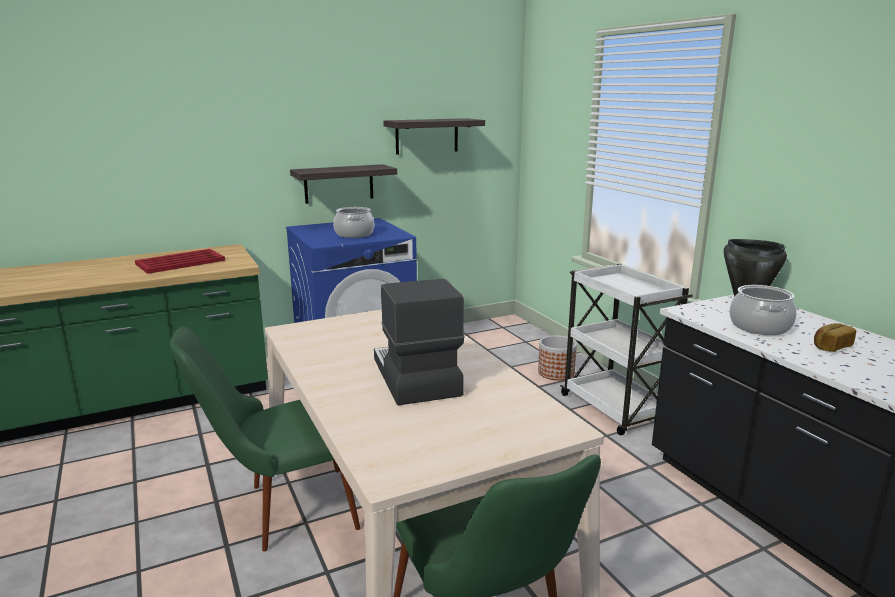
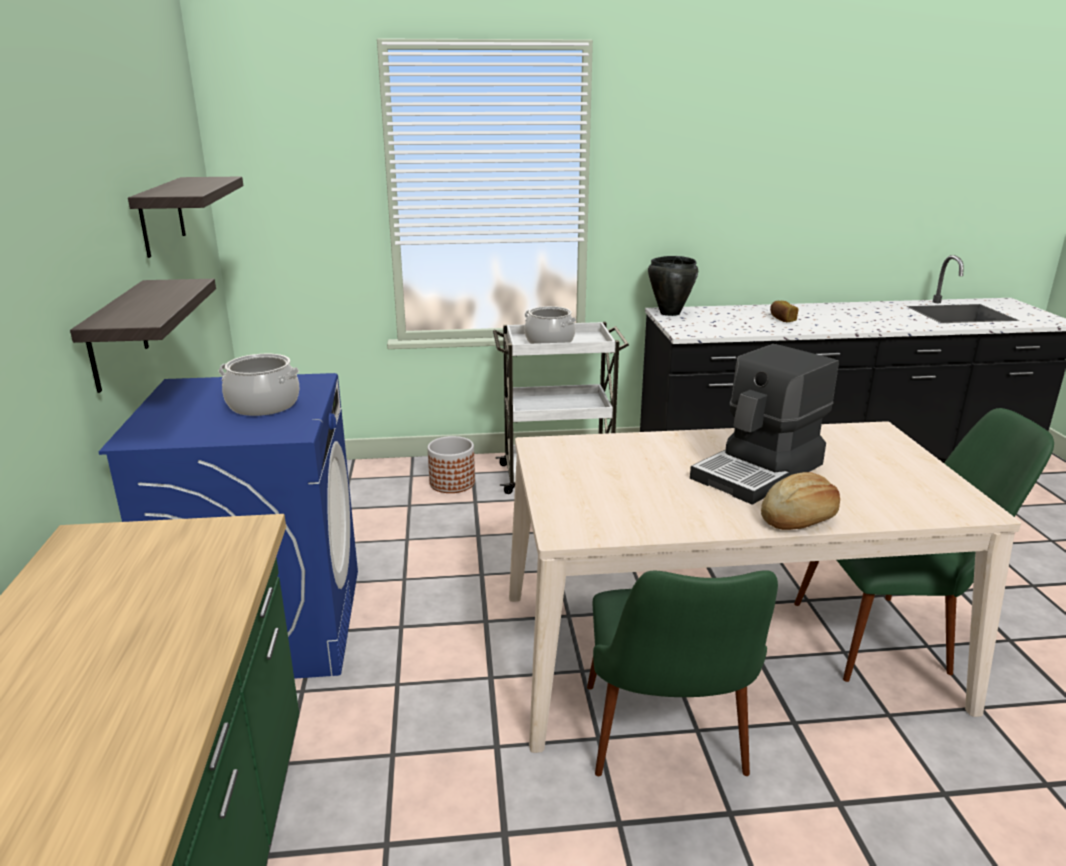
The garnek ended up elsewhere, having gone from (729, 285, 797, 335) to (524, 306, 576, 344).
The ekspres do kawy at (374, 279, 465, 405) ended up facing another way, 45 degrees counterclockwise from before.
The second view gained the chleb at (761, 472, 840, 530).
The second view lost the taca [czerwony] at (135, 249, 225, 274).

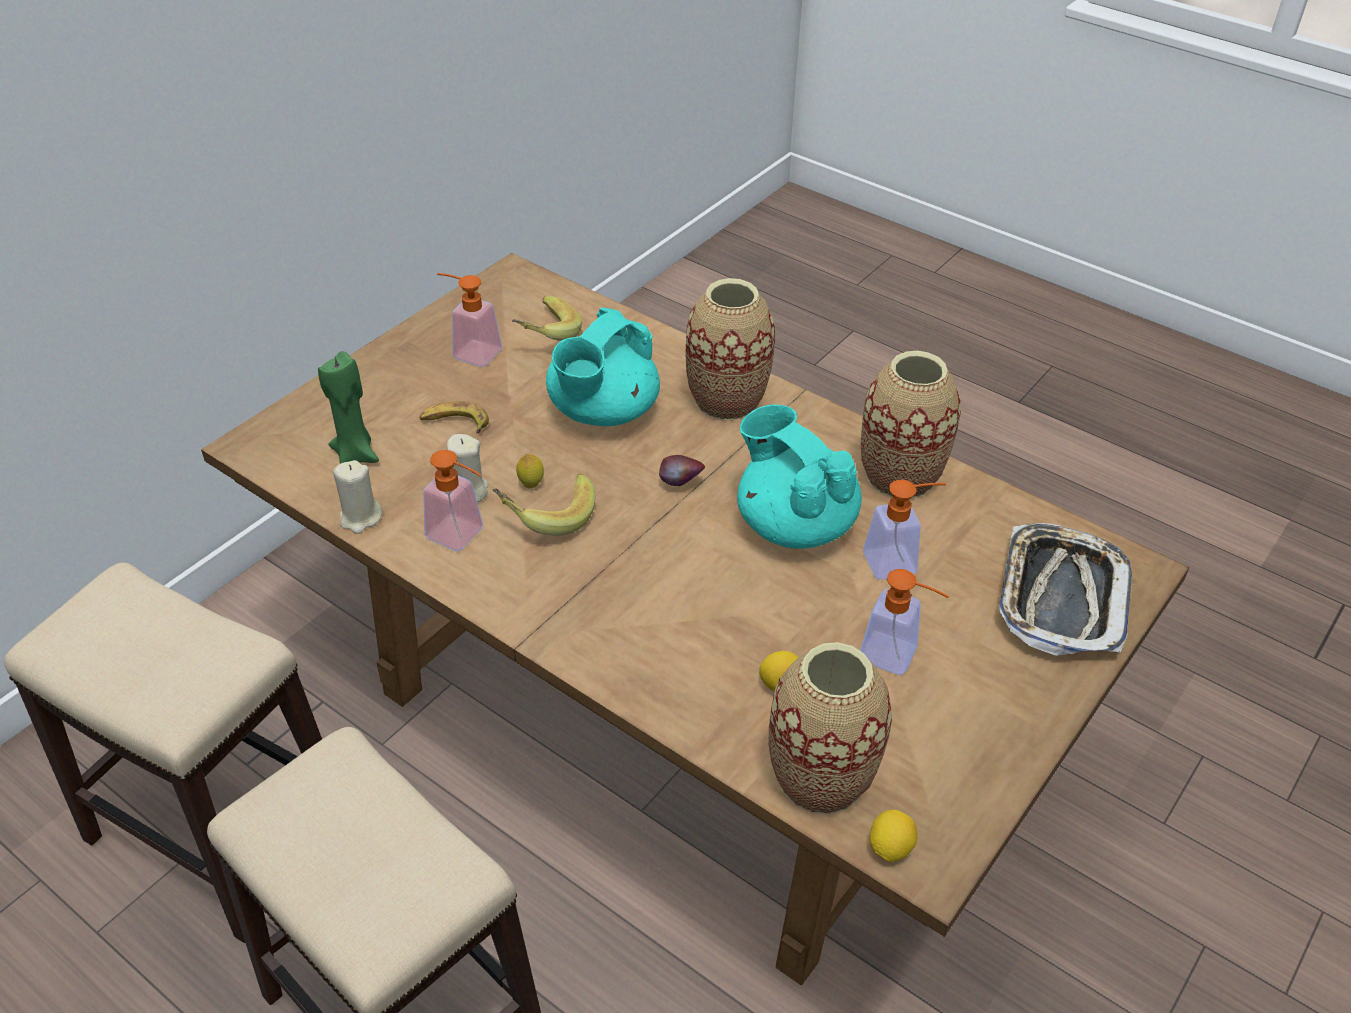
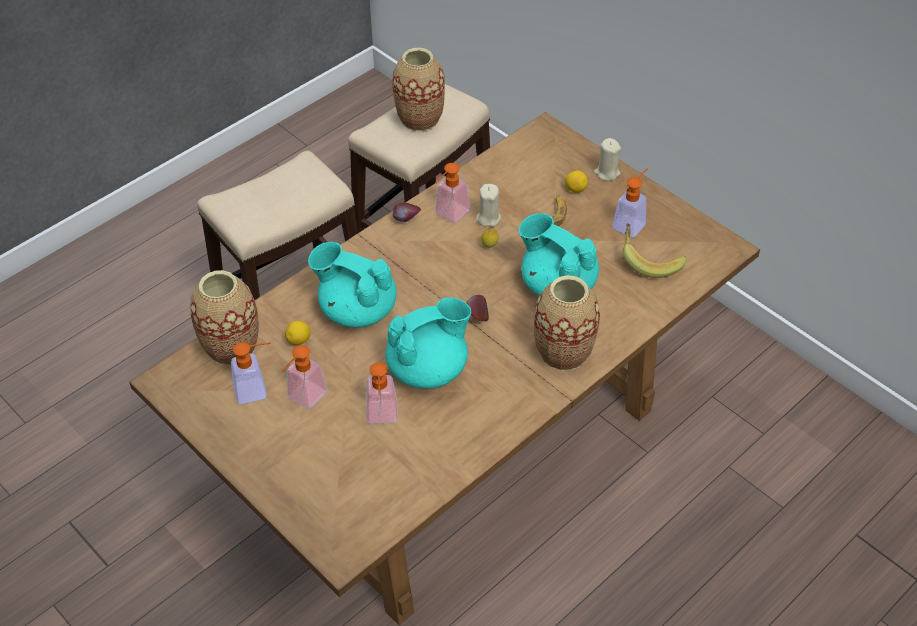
The second view gained the dozownik mydła at (231, 342, 271, 404).
The second view gained the imbryk [turkusowy] at (308, 242, 397, 328).
The wazon ended up elsewhere, having gone from (861, 351, 961, 499) to (392, 48, 445, 131).
The second view gained the jabłko at (393, 202, 421, 222).
The cytryna ended up elsewhere, having gone from (870, 810, 918, 862) to (565, 171, 588, 193).
The świeca [beżowy] ended up elsewhere, having gone from (333, 460, 382, 534) to (594, 138, 621, 181).
The second view lost the świeca [zielony] at (318, 351, 379, 464).
The second view lost the banan at (493, 474, 595, 535).
The second view lost the taca at (998, 523, 1132, 656).

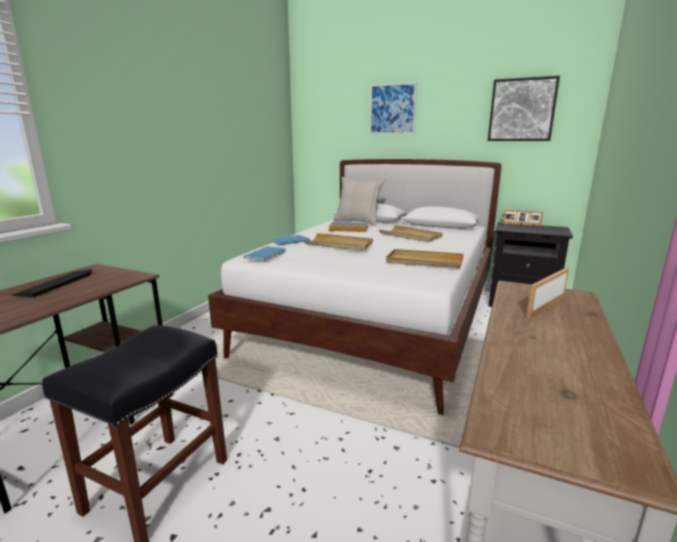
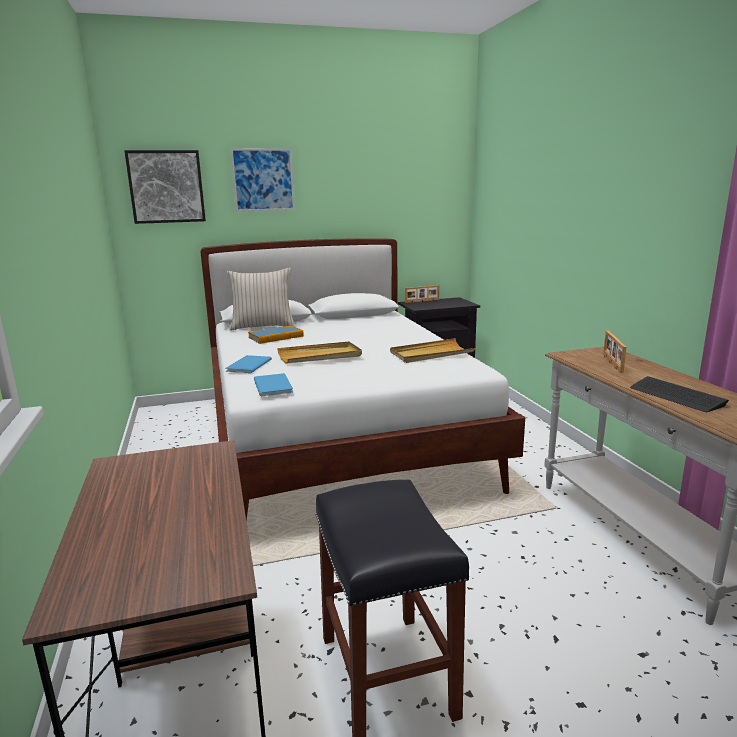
The obraz ended up elsewhere, having gone from (488, 76, 560, 141) to (124, 150, 206, 224).
The klawiatura ended up elsewhere, having gone from (11, 269, 92, 297) to (630, 376, 729, 412).
The second view lost the taca [beżowy] at (379, 225, 442, 242).

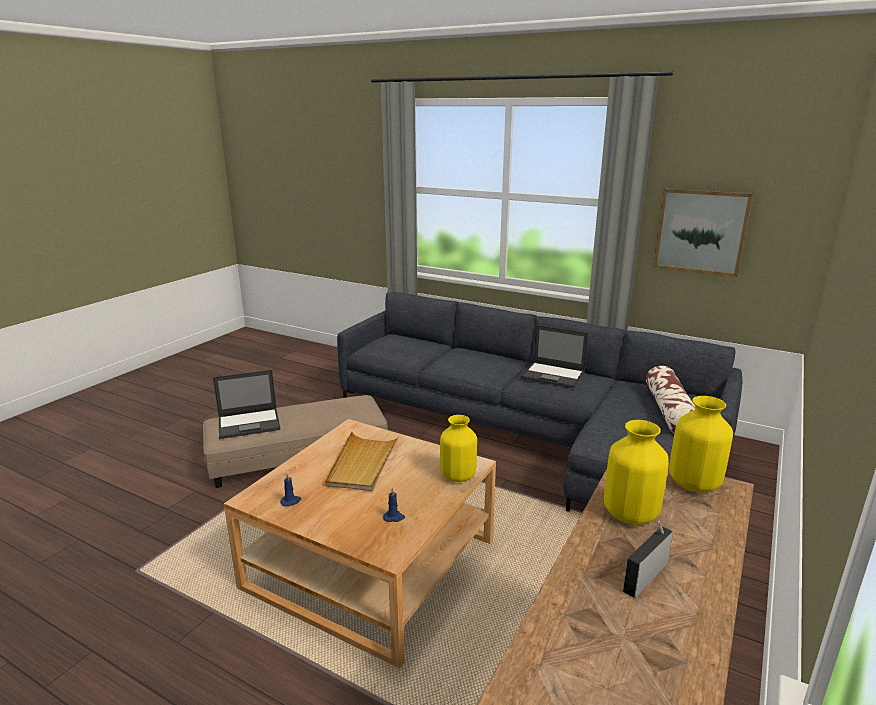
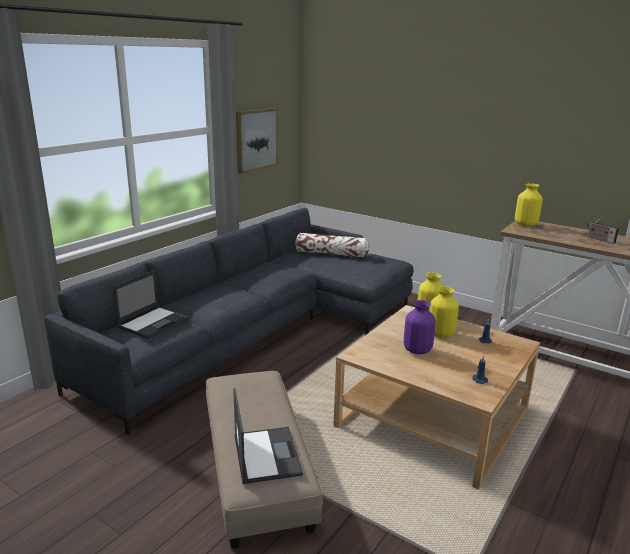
The laptop ended up elsewhere, having gone from (521, 325, 588, 388) to (113, 270, 188, 339).
Where the taca [beżowy] stood at (325, 431, 399, 491), the wazon [fioletowy] came to stand at (404, 300, 436, 354).
The wazon [żółty] ended up elsewhere, having gone from (604, 420, 669, 525) to (429, 287, 459, 338).

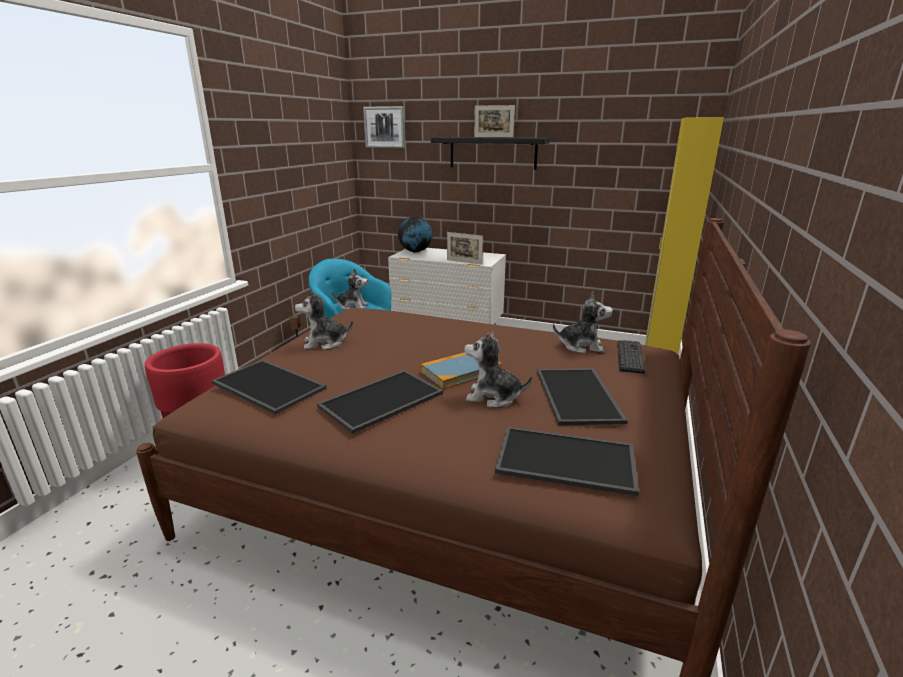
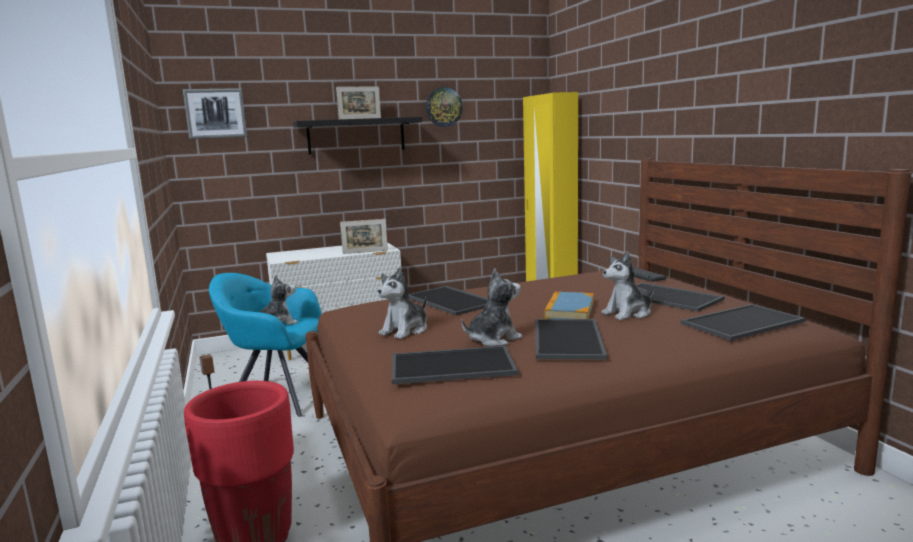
The second view gained the taca at (408, 286, 488, 316).
The second view gained the zegar ścienny at (426, 87, 463, 127).
The pluszak ended up elsewhere, having gone from (553, 291, 613, 354) to (461, 268, 523, 347).
The second view lost the globus at (398, 217, 433, 253).

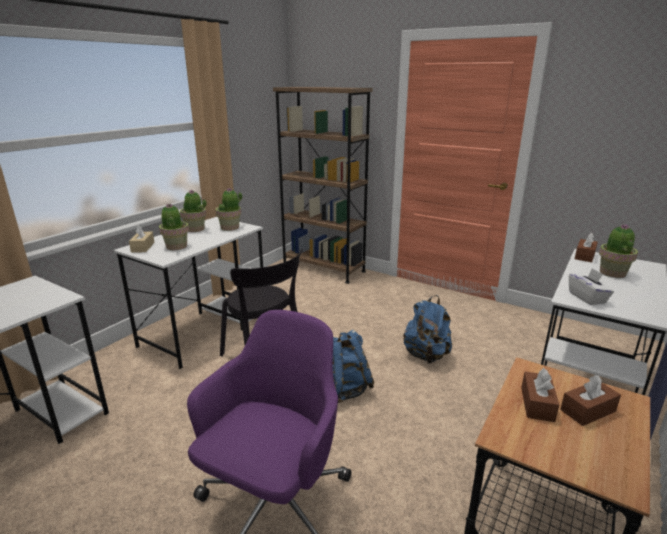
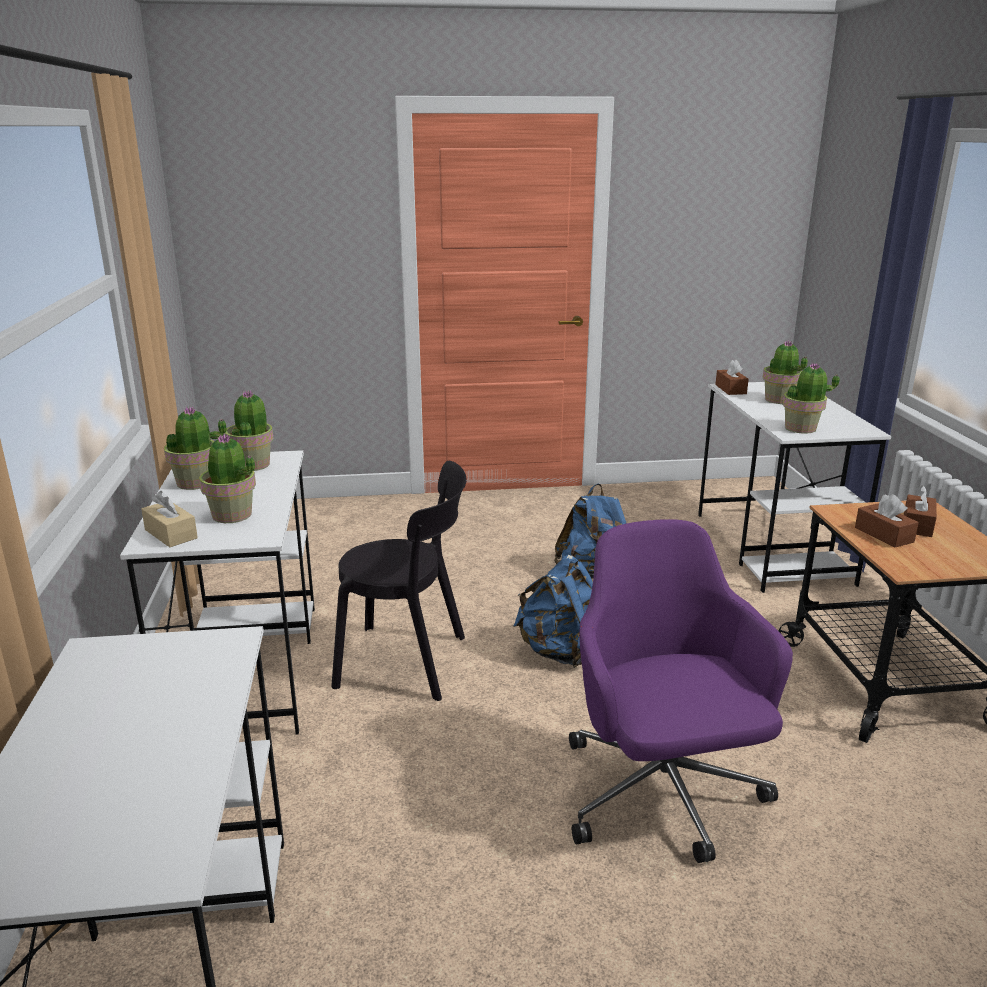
Where the pudełko chusteczek [biały] stood at (569, 268, 614, 305), the roślina doniczkowa came to stand at (782, 363, 840, 434).
The second view lost the regał [brązowy] at (273, 87, 373, 284).

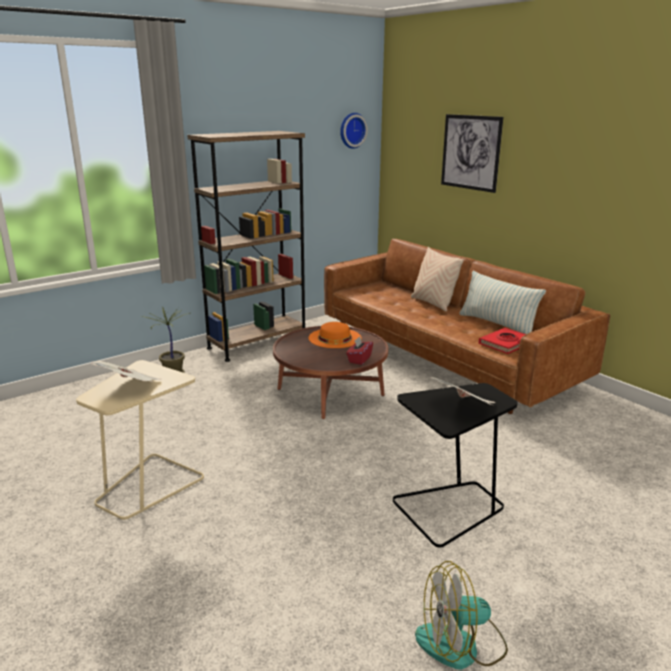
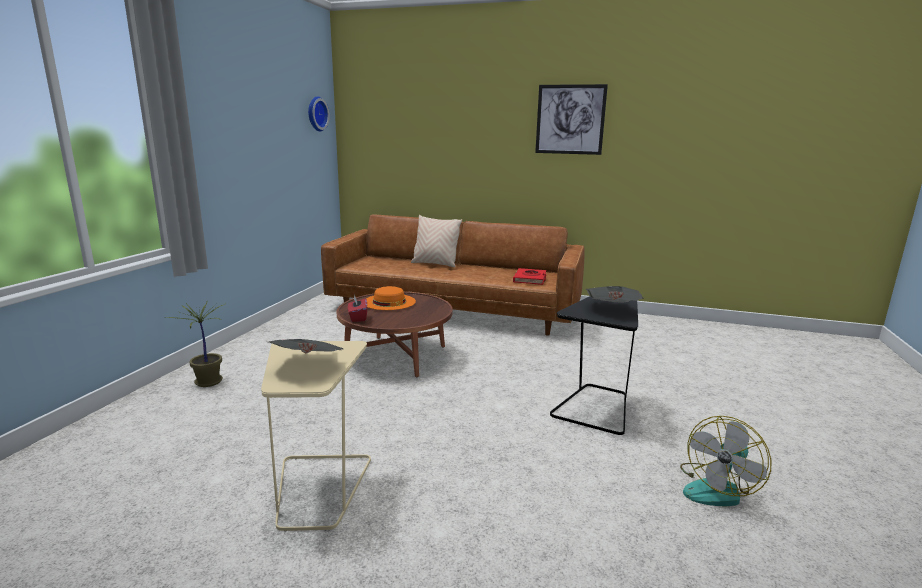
The pudełko chusteczek [czerwony] ended up elsewhere, having gone from (346, 337, 373, 365) to (348, 295, 367, 322).
The obraz ended up elsewhere, having gone from (441, 114, 503, 193) to (535, 84, 608, 155).
The second view lost the regał [brązowy] at (187, 131, 305, 362).
The second view lost the poduszka at (459, 271, 546, 334).

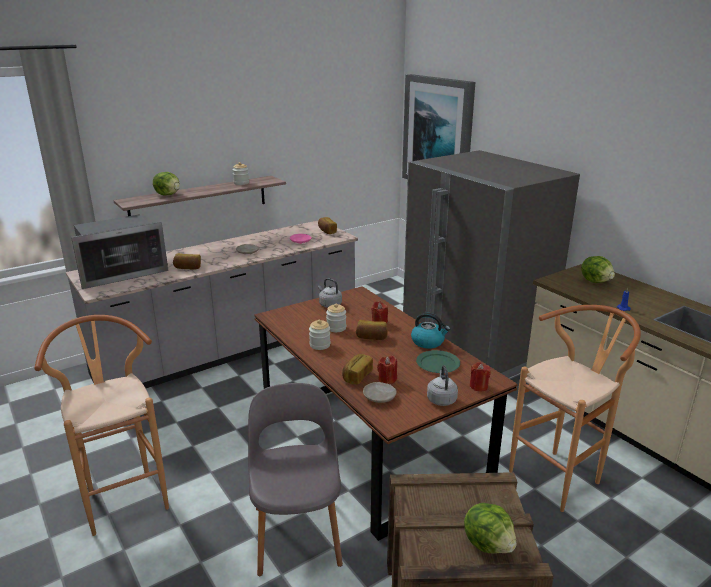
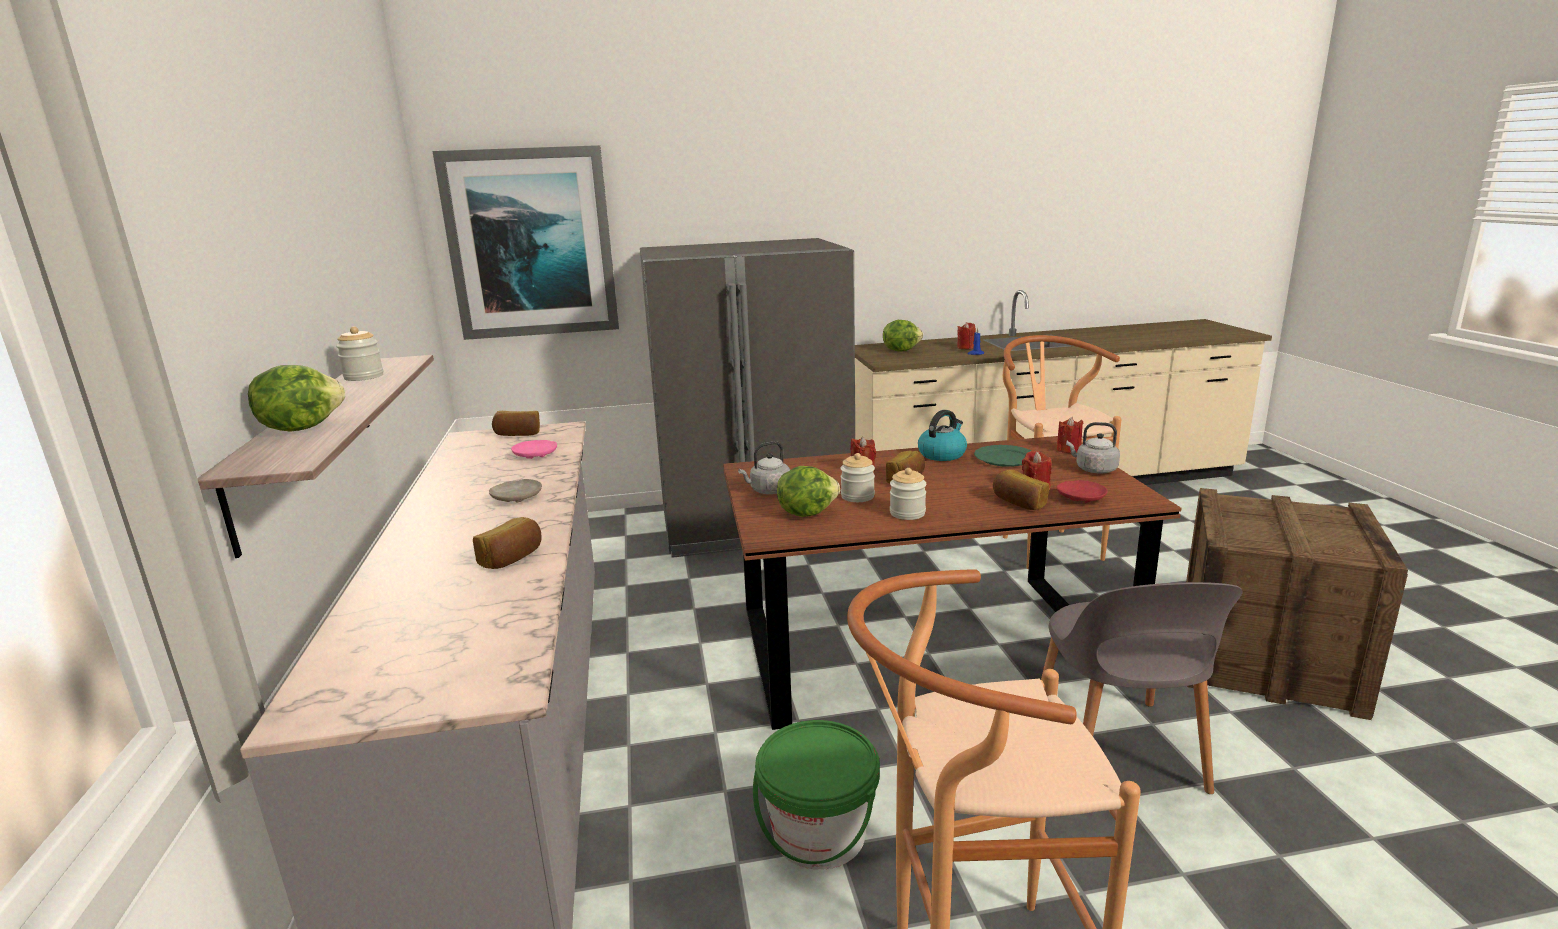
The second view gained the wiadro [zielony] at (753, 720, 880, 870).
The sałata ended up elsewhere, having gone from (464, 503, 516, 553) to (777, 466, 840, 517).
The second view gained the świeca [czerwony] at (957, 322, 976, 349).
The krzesło [szary] at (248, 383, 343, 576) ended up facing another way, 105 degrees counterclockwise from before.
What was the talerz [beżowy] at (363, 382, 397, 403) turned into the talerz [czerwony] at (1056, 480, 1107, 503).
The second view lost the mikrofalówka at (71, 215, 168, 289).

